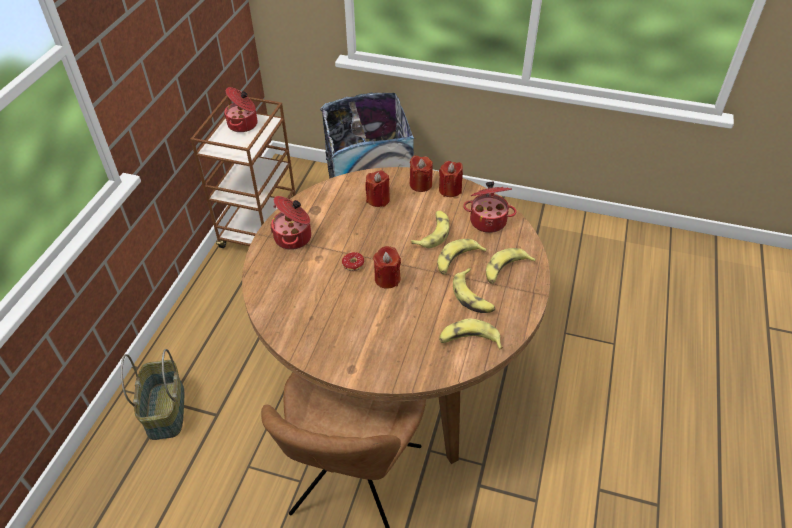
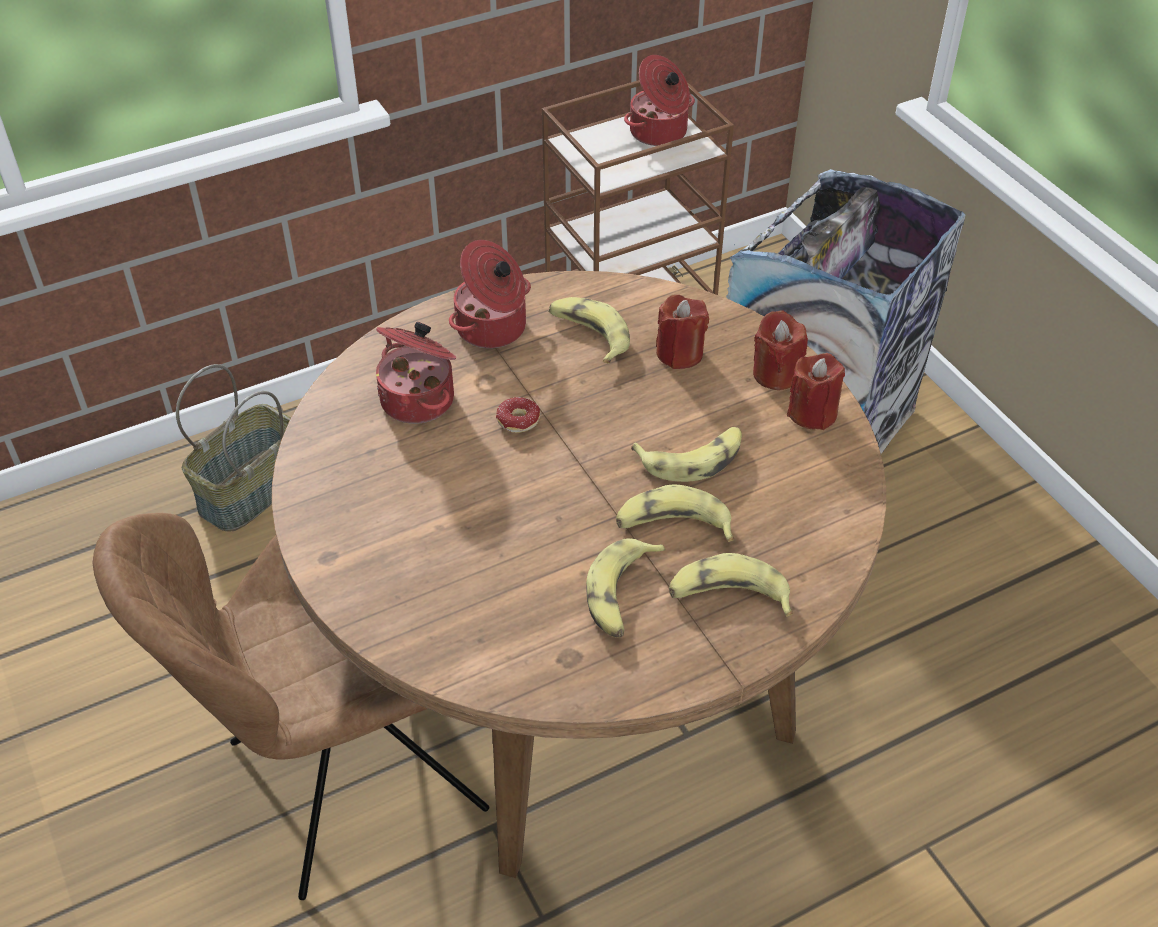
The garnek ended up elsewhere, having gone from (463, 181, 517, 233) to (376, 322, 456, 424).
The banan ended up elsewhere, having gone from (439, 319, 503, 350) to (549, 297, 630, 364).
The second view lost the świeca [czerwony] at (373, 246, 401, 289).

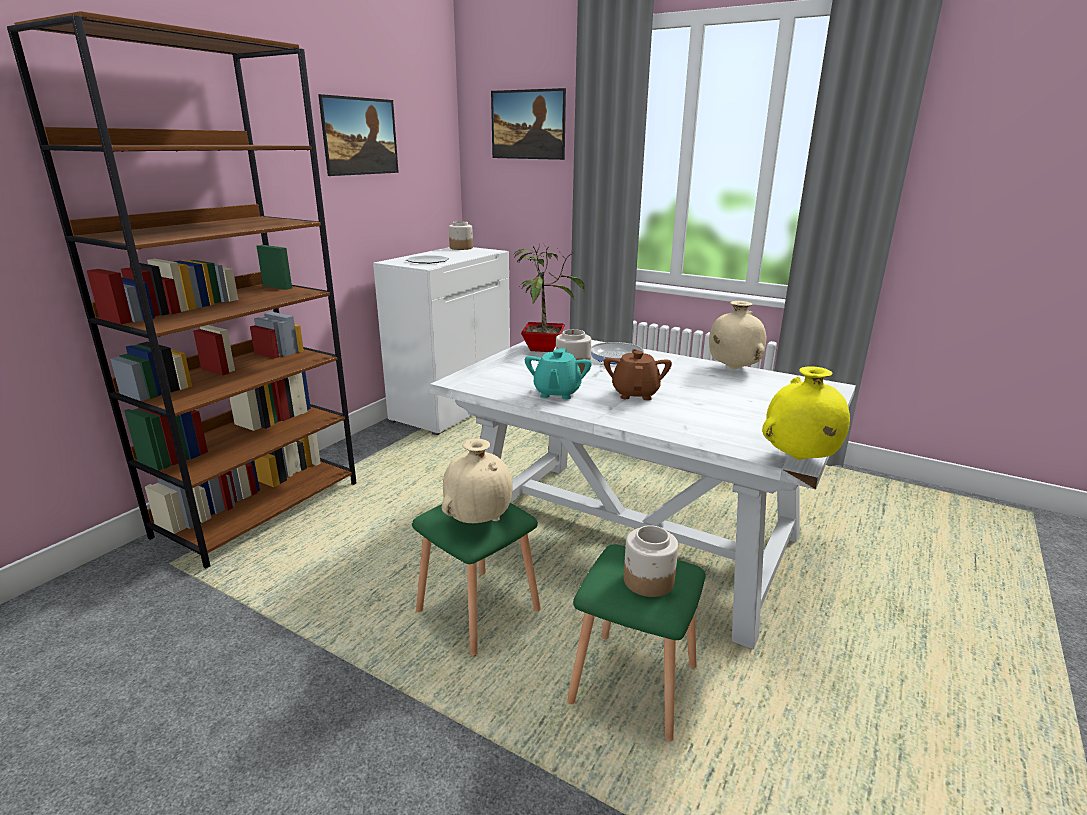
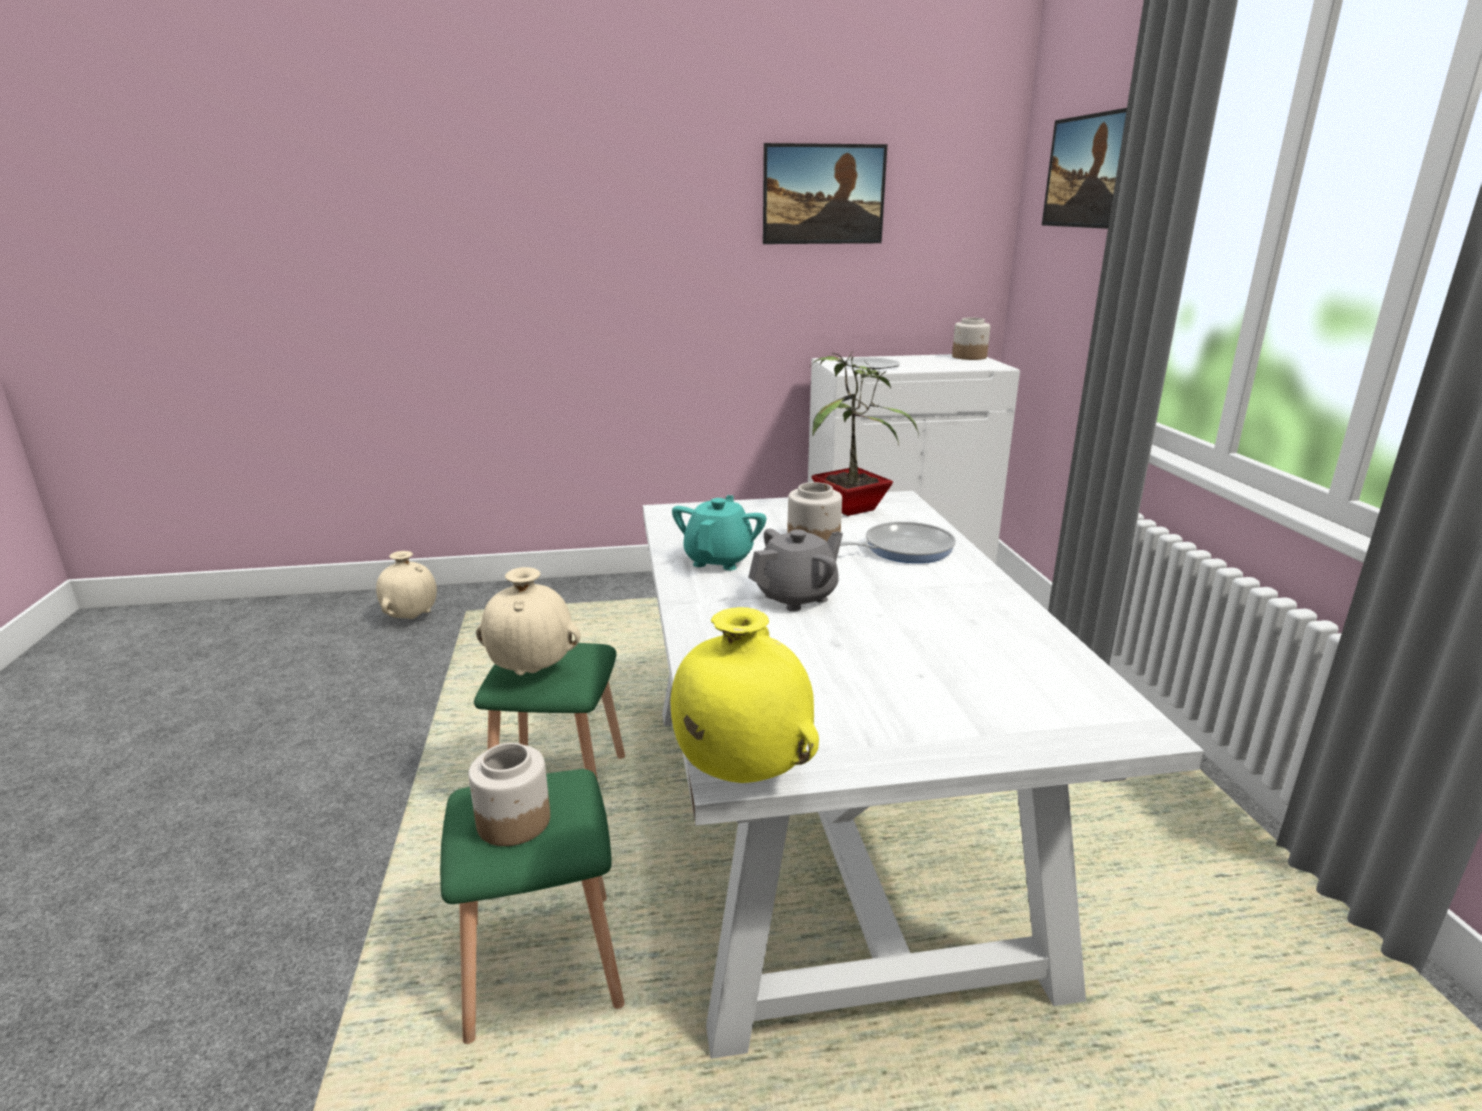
The wazon [beżowy] ended up elsewhere, having gone from (709, 301, 766, 370) to (376, 551, 437, 619).
The imbryk [turkusowy] at (525, 348, 592, 399) ended up facing another way, 135 degrees clockwise from before.
What was the imbryk [brązowy] at (604, 349, 672, 400) turned into the imbryk [szary] at (748, 529, 843, 612).
The second view lost the regał [brązowy] at (7, 11, 356, 569).

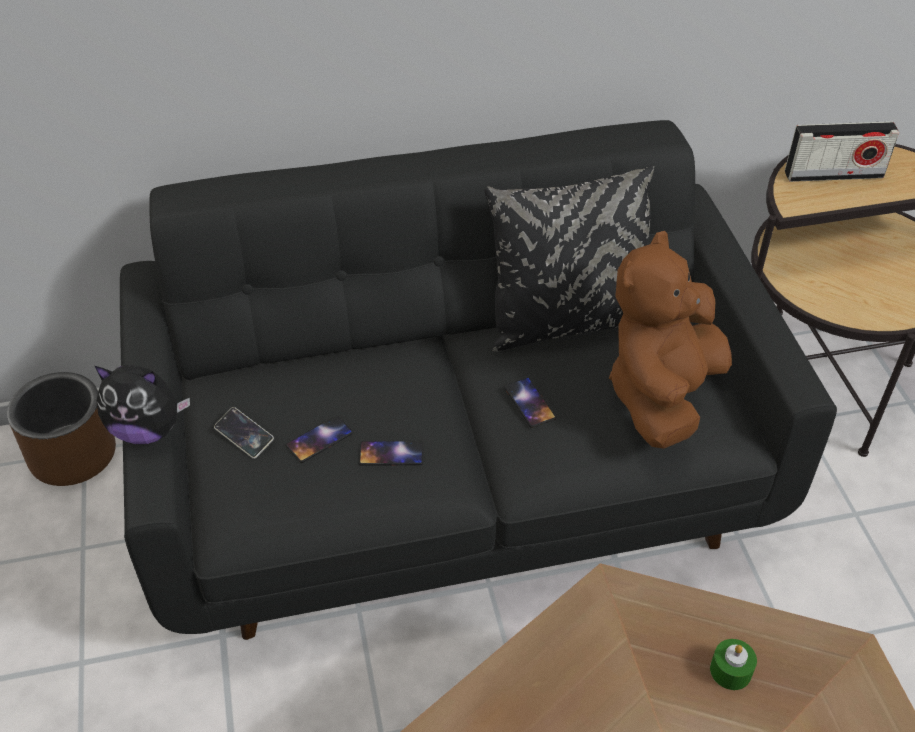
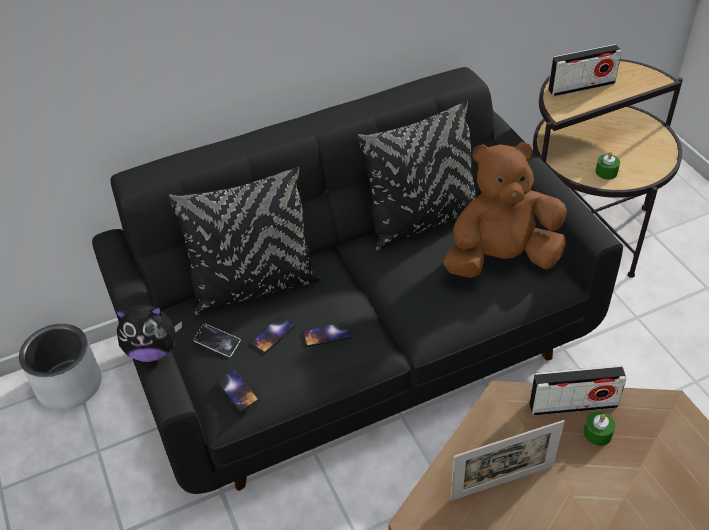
What was the donica [brązowy] at (7, 372, 116, 486) turned into the donica [szary] at (19, 324, 102, 410).
The second view gained the poduszka [czarny] at (167, 167, 320, 315).
The telefon ended up elsewhere, having gone from (504, 377, 556, 428) to (216, 370, 259, 412).
The pluszak [brązowy] at (609, 231, 732, 449) ended up facing another way, 60 degrees clockwise from before.
The second view gained the ramka na zdjęcie at (450, 420, 565, 501).
The second view gained the radio at (529, 365, 626, 416).
The second view gained the świeca [zielony] at (595, 152, 620, 180).

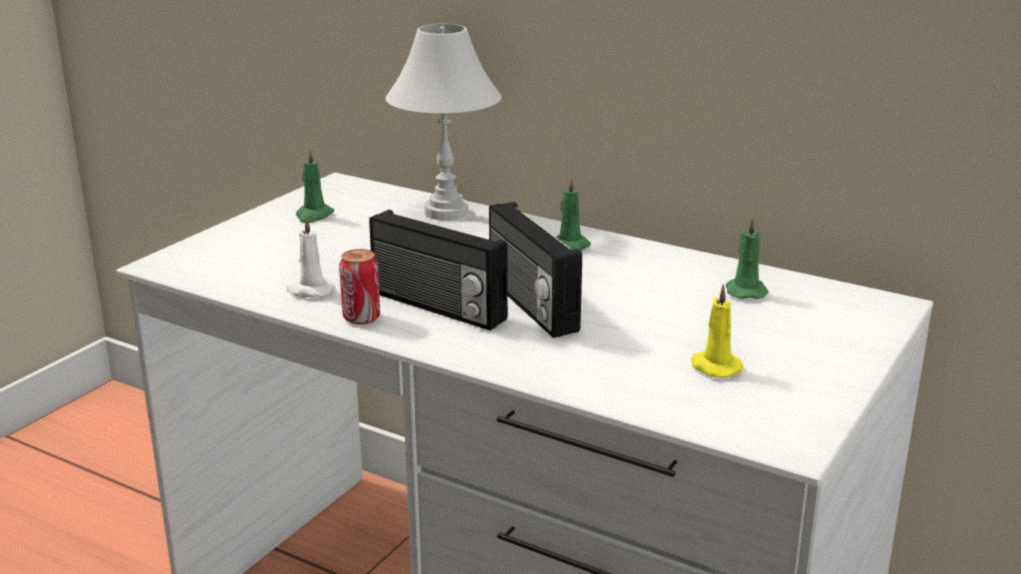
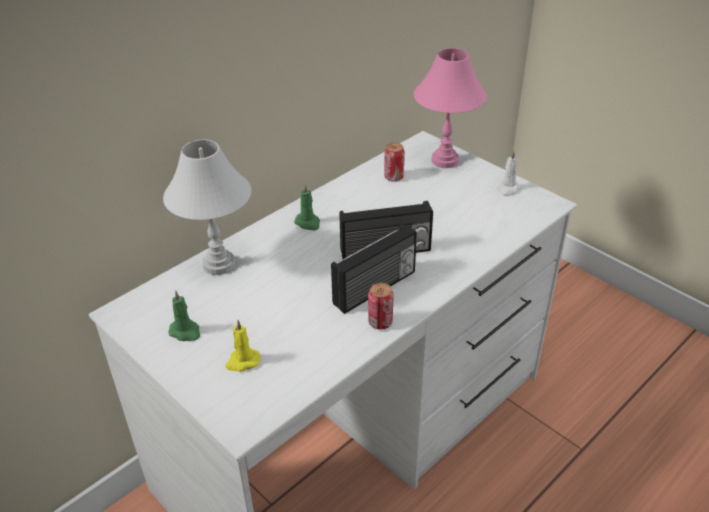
The świeca [żółty] ended up elsewhere, having gone from (691, 284, 743, 378) to (225, 320, 261, 372).
Where the świeca [zielony] stood at (726, 216, 769, 299), the puszka came to stand at (384, 143, 405, 182).
The second view gained the lampa stołowa [różowy] at (414, 48, 487, 168).
The świeca [biały] ended up elsewhere, having gone from (286, 216, 335, 298) to (497, 150, 521, 196).

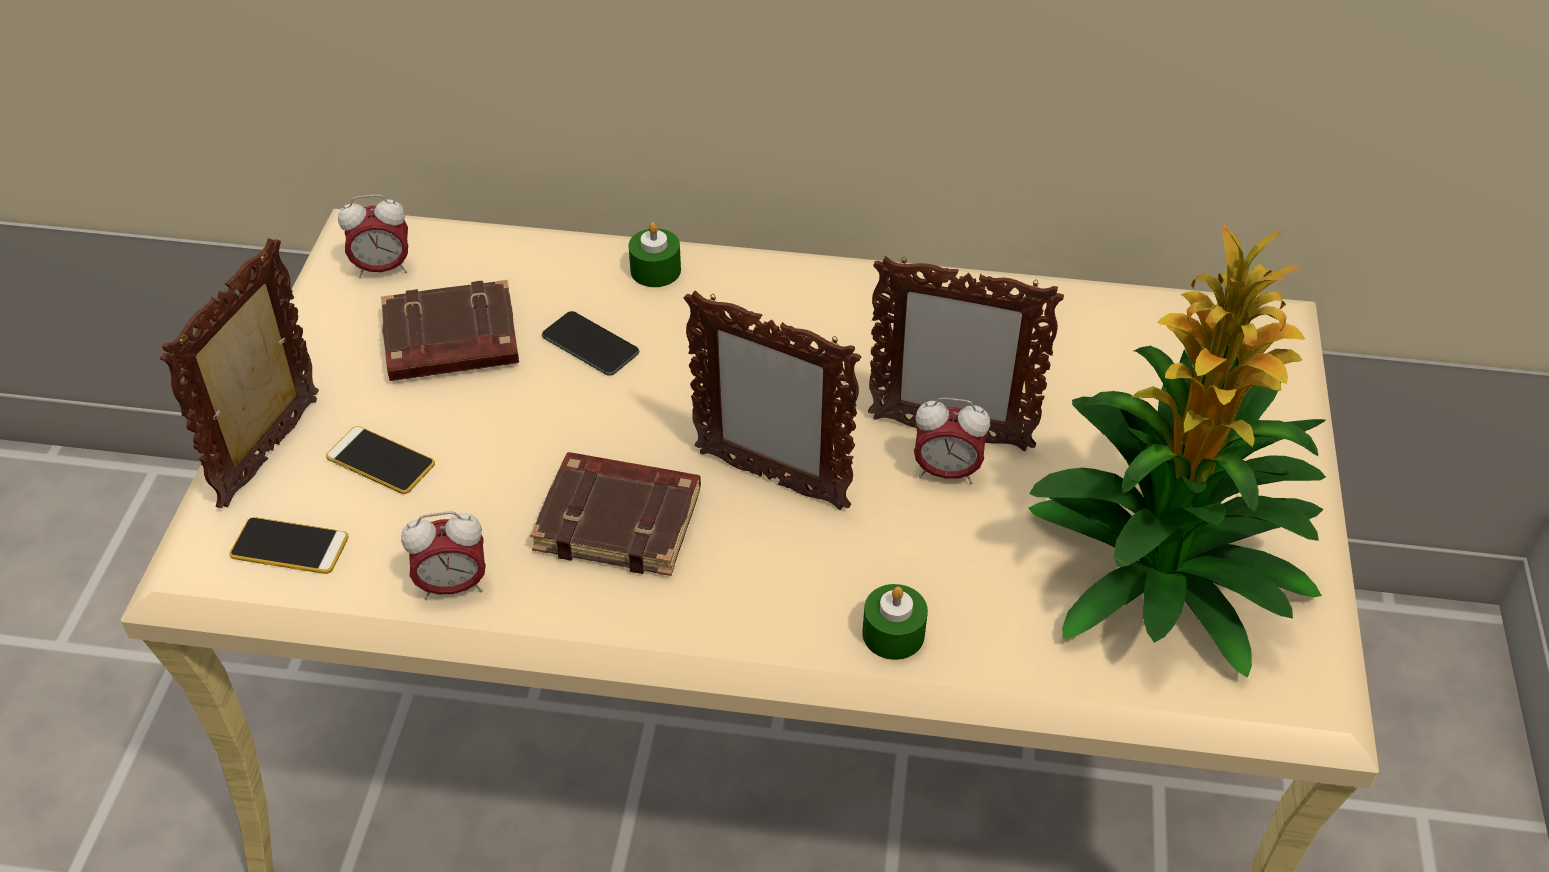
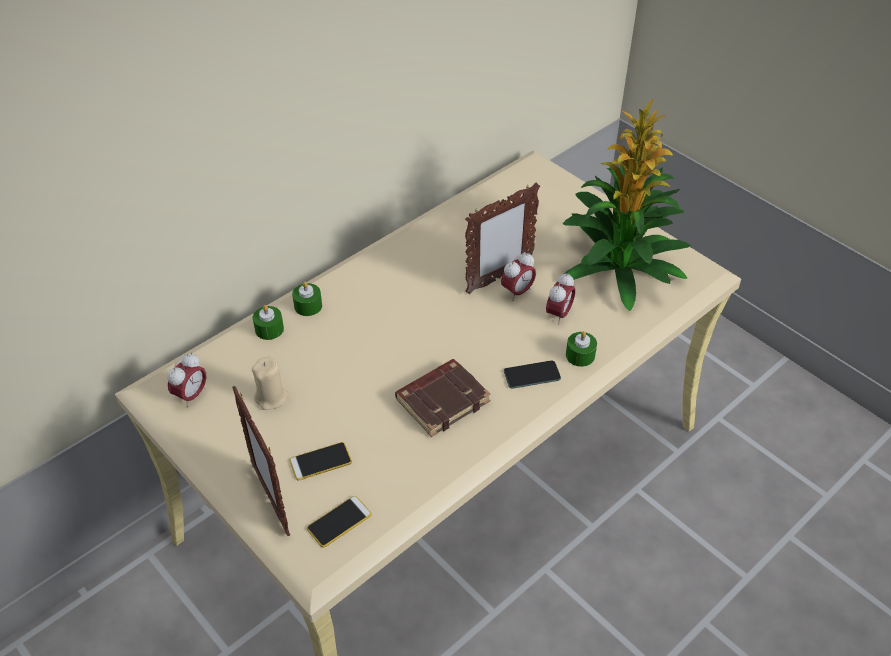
Where the książka [brązowy] stood at (381, 280, 519, 381), the świeca [beżowy] came to stand at (252, 356, 289, 410).
The second view gained the świeca [zielony] at (253, 305, 284, 340).
The telefon ended up elsewhere, having gone from (542, 311, 639, 376) to (504, 360, 561, 389).
The budzik ended up elsewhere, having gone from (401, 511, 486, 600) to (546, 273, 576, 324).
The second view lost the ramka na zdjęcie at (684, 290, 861, 510).

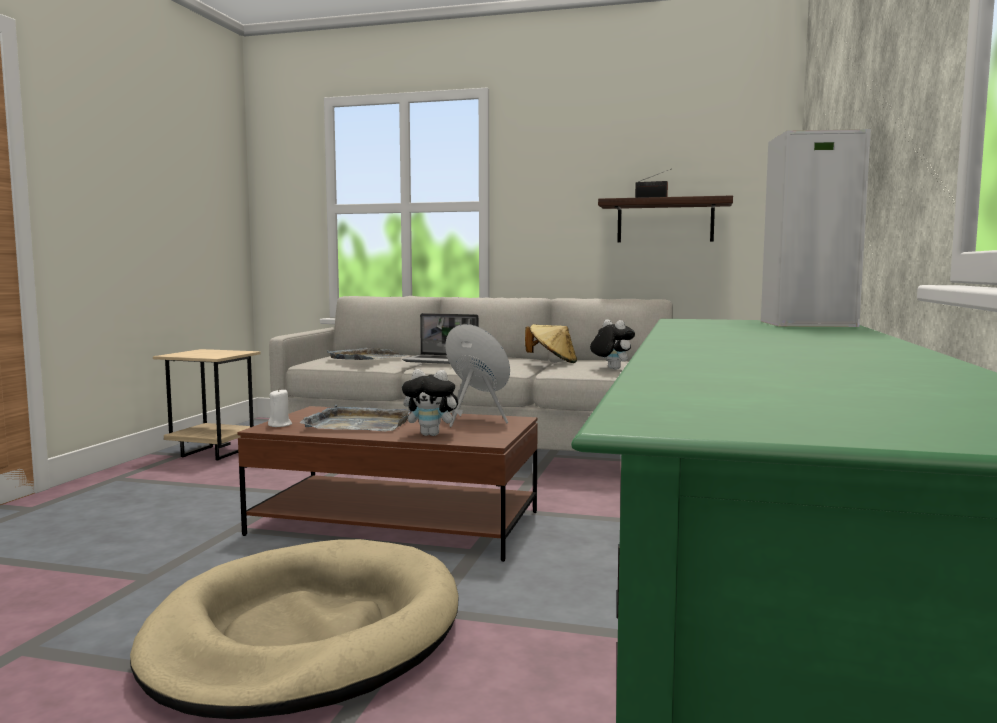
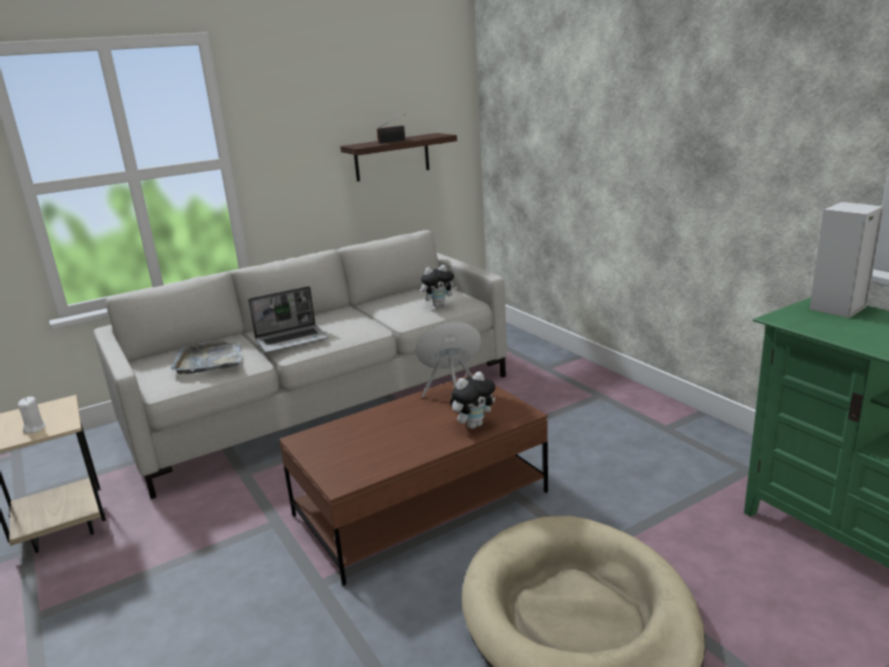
The świeca [biały] ended up elsewhere, having gone from (268, 389, 292, 427) to (18, 397, 46, 433).
The pluszak at (590, 319, 635, 370) ended up facing another way, 150 degrees clockwise from before.
The second view lost the taca [szary] at (300, 405, 411, 431).
The second view lost the kapelusz [beżowy] at (525, 324, 577, 363).

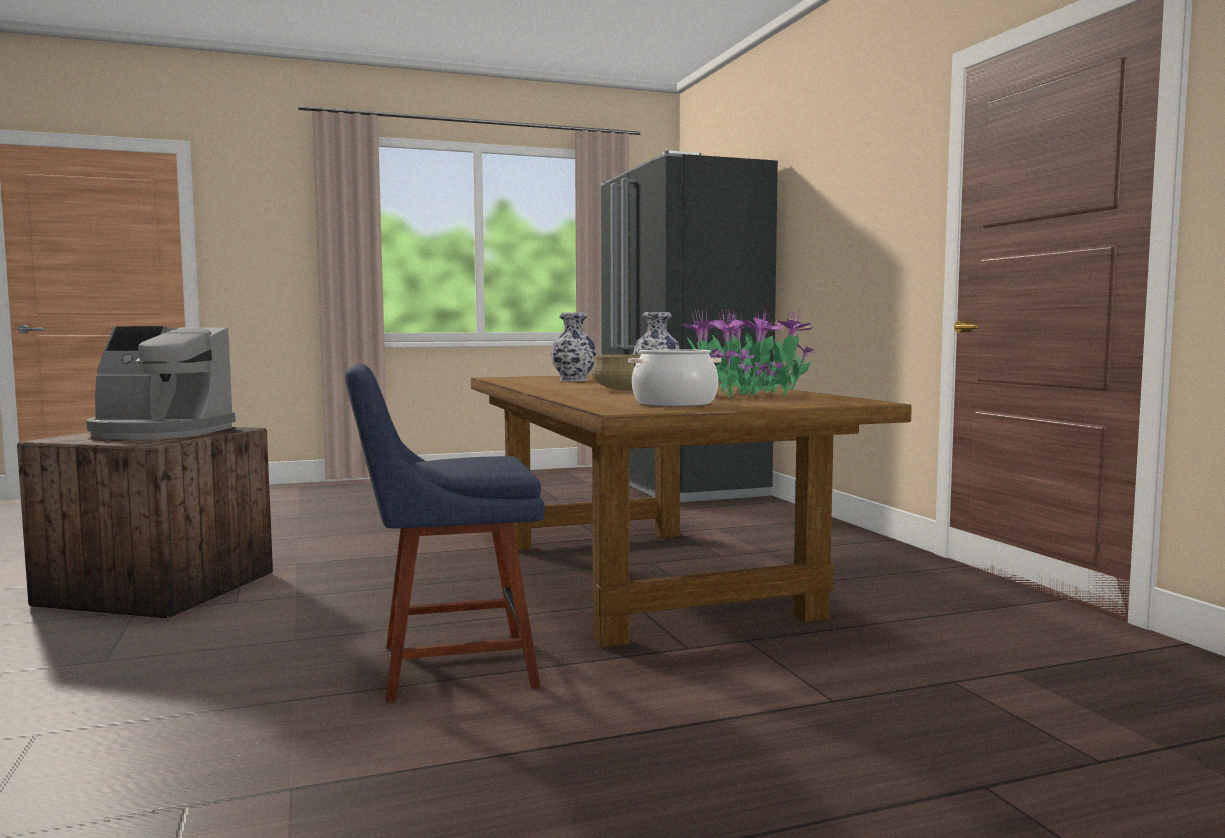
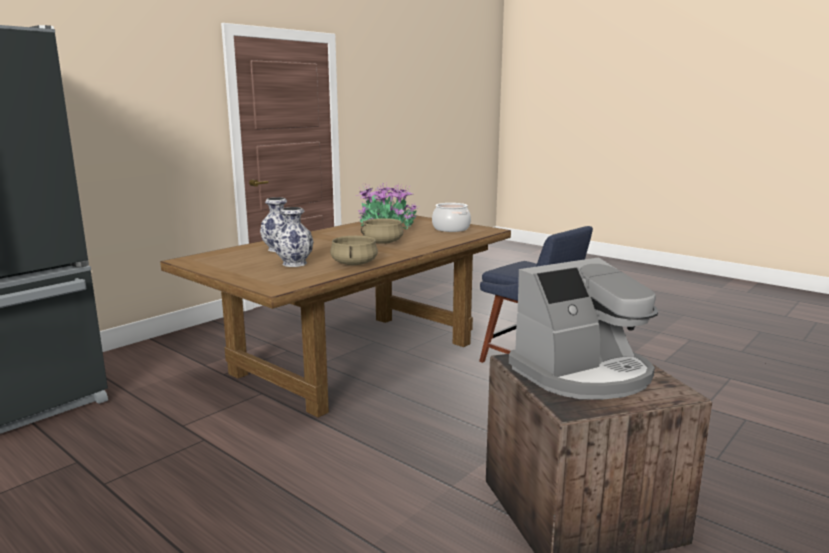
The second view gained the garnek [beżowy] at (330, 236, 378, 265).
The ekspres do kawy at (86, 326, 236, 439) ended up facing another way, 90 degrees clockwise from before.

